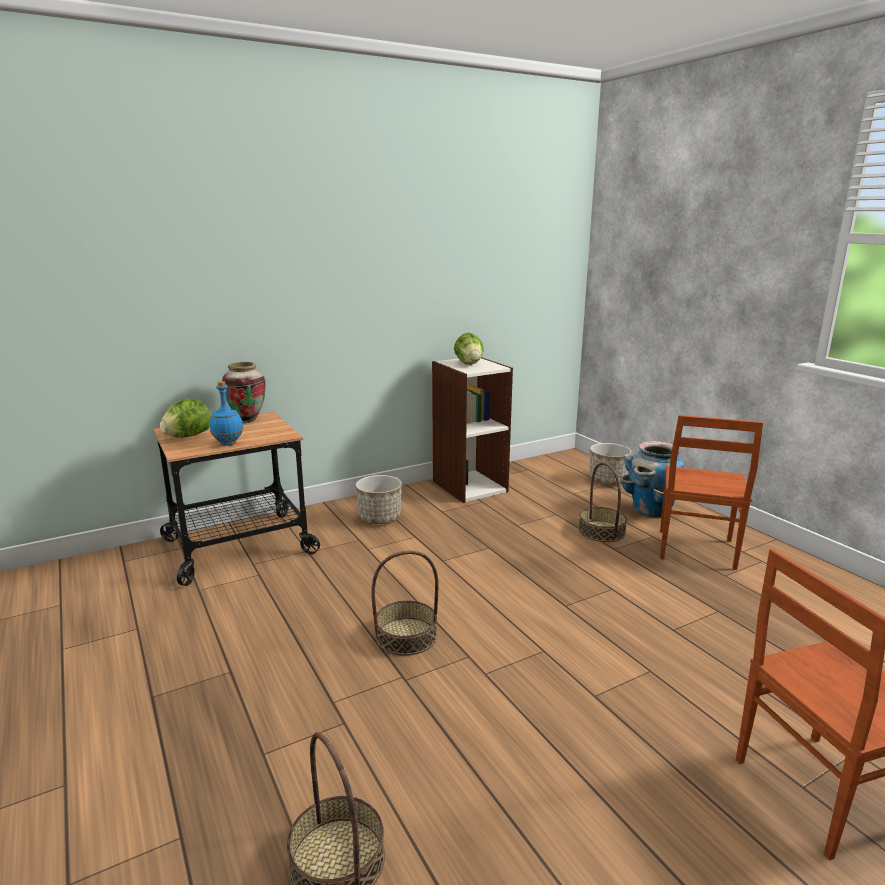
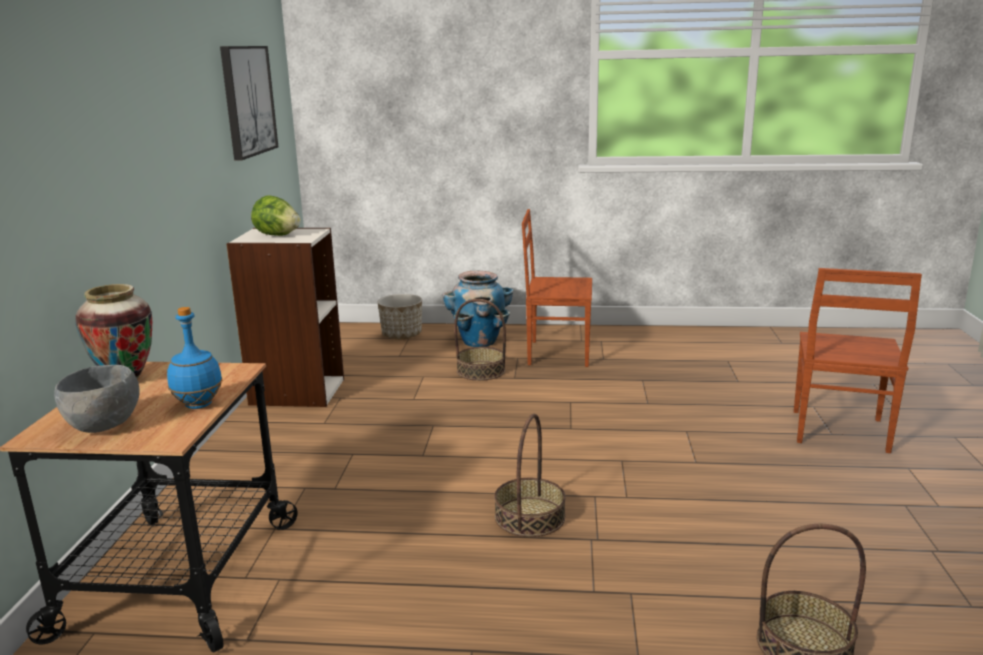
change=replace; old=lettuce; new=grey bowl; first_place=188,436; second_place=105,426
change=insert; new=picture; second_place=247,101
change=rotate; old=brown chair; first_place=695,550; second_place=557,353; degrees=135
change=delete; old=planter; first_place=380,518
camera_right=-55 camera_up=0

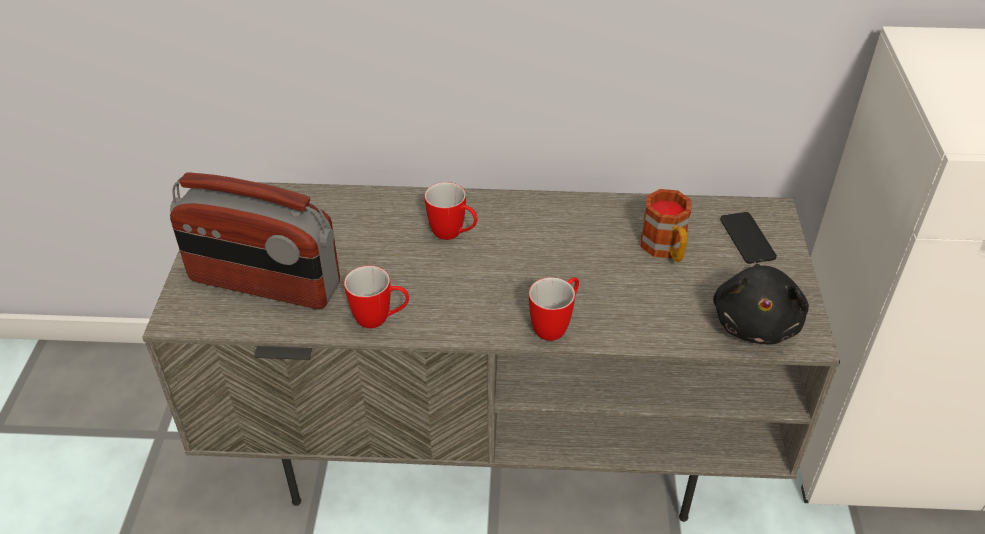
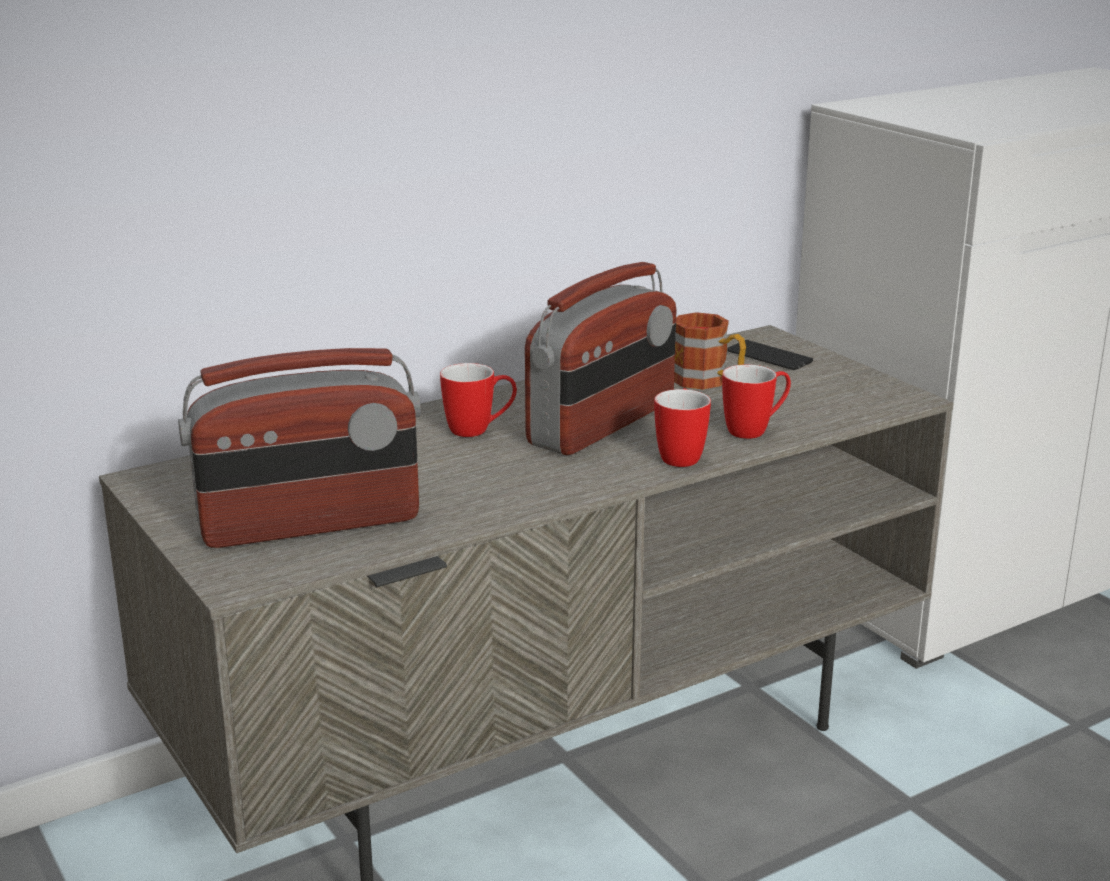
change=insert; new=radio; second_place=603,424
change=move; old=mug; first_place=380,319; second_place=755,430
change=delete; old=black plush toy; first_place=755,322
camera_right=-35 camera_up=-20

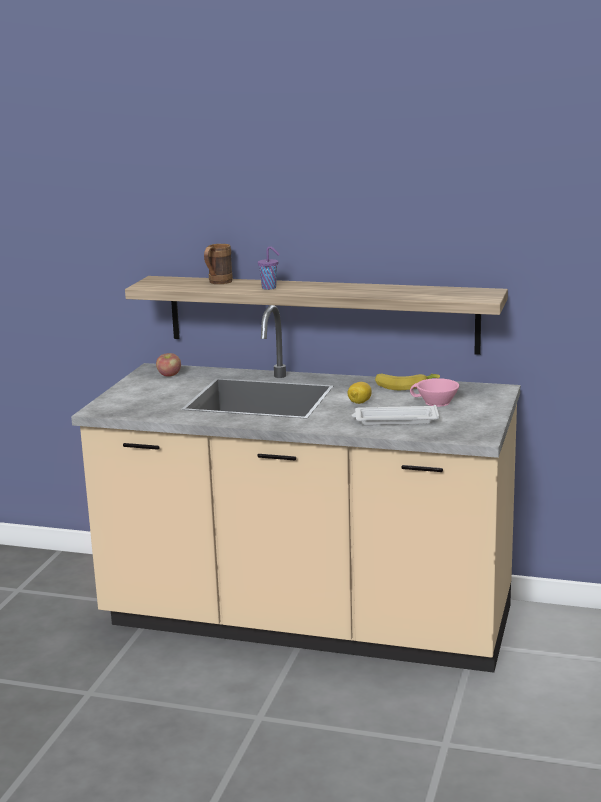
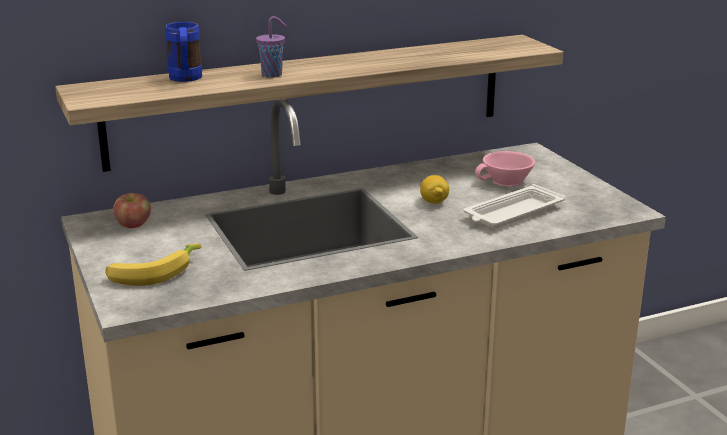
change=move; old=banana; first_place=405,386; second_place=153,273
change=recolor; old=brown mug; new=blue mug; first_place=217,283; second_place=185,79
camera_right=-40 camera_up=5

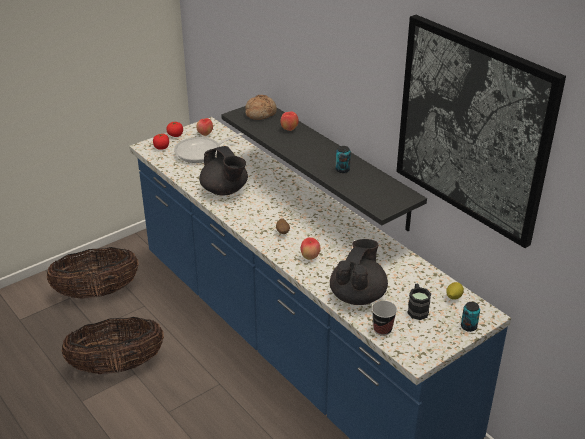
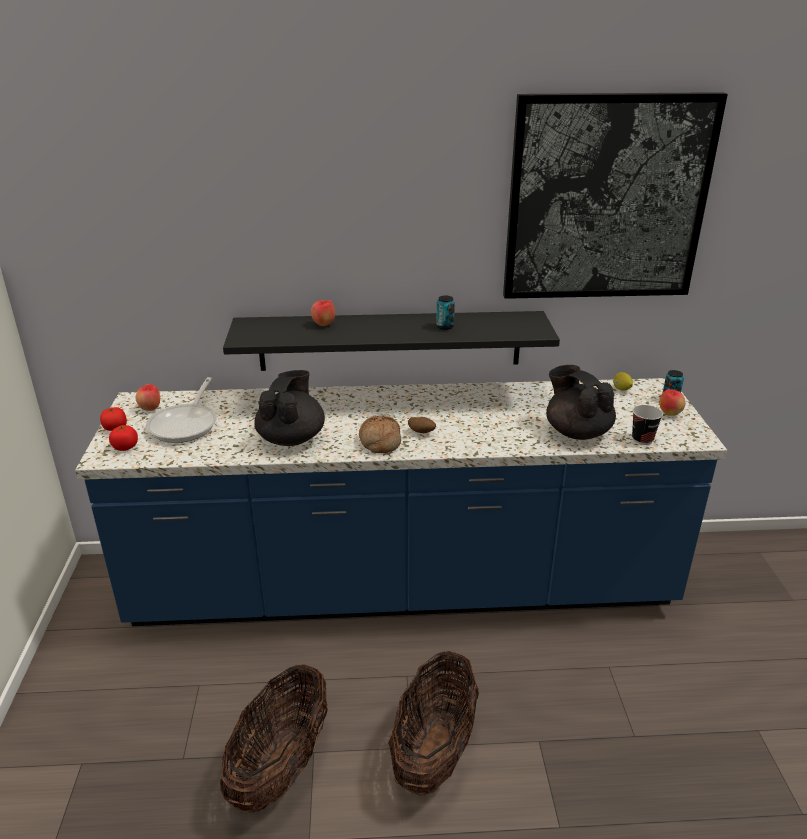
change=rotate; old=black teapot; first_place=225,191; second_place=291,438; degrees=-75
change=move; old=bread; first_place=260,113; second_place=379,442
change=move; old=basket; first_place=97,292; second_place=434,750
change=move; old=apple; first_place=310,257; second_place=669,414
change=delete; old=black mug; first_place=417,309
camera_right=-55 camera_up=-5

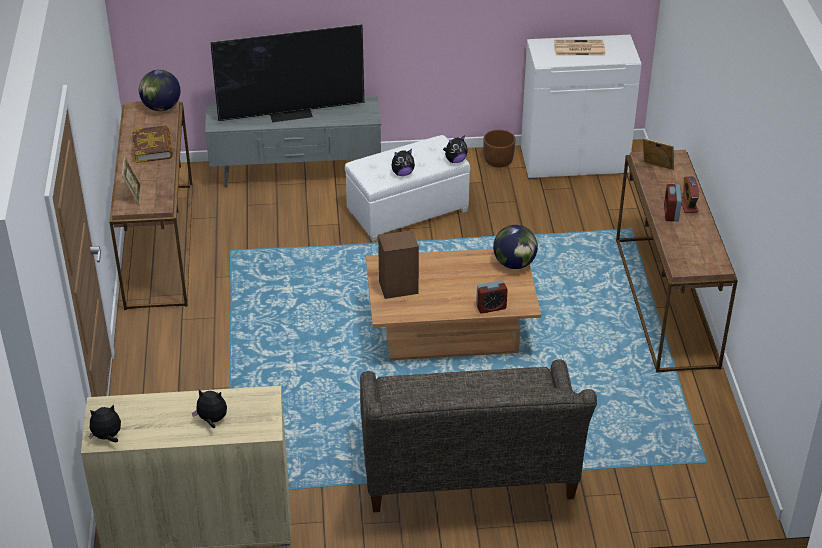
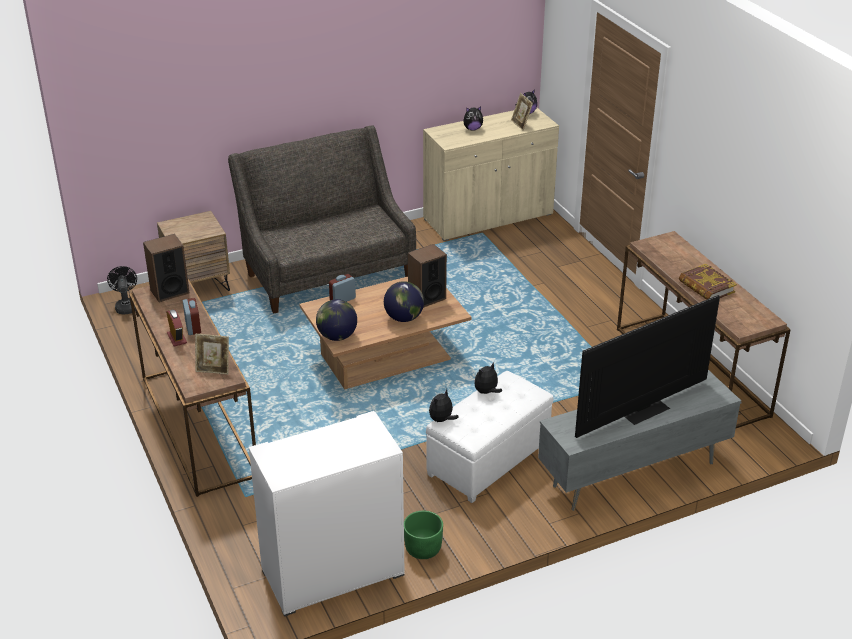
change=insert; new=black fan; second_place=126,306
change=insert; new=speaker; second_place=169,291
change=insert; new=brown nightstand; second_place=198,285
change=move; old=globe; first_place=161,107; second_place=404,318
change=recolor; old=brown planter; new=green planter; first_place=498,161; second_place=423,549
change=move; old=picture frame; first_place=133,195; second_place=521,124
change=delete; old=newspaper; first_place=578,48
camera_right=160 camera_up=-5

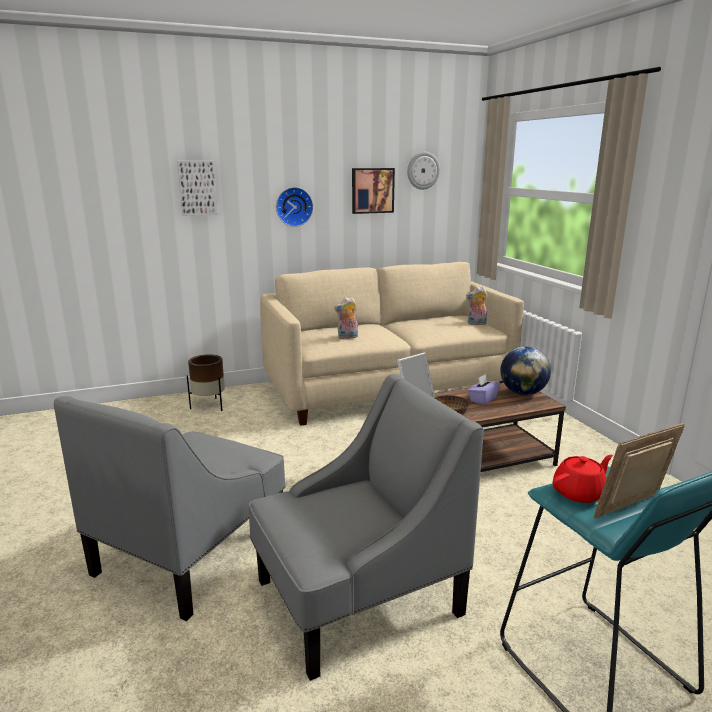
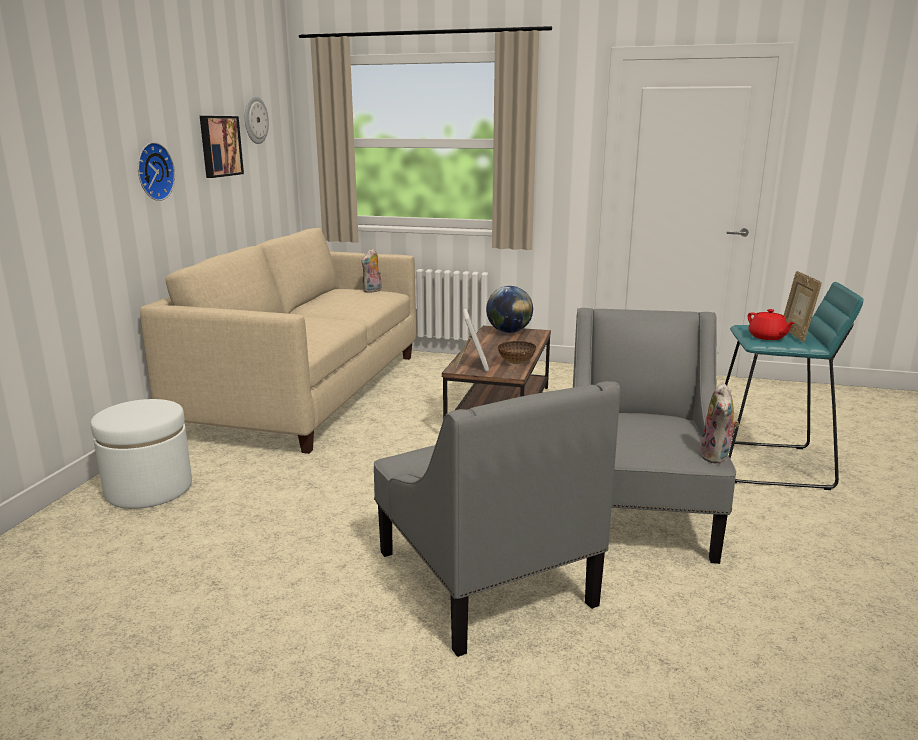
change=replace; old=brown planter; new=white ottoman; first_place=209,405; second_place=149,489
change=move; old=plush toy; first_place=347,337; second_place=716,456
change=rotate; old=red teapot; first_place=580,493; second_place=767,337; degrees=150
change=delete; old=picture; first_place=197,188
change=delete; old=purple tissue box; first_place=482,399
camera_right=-55 camera_up=0

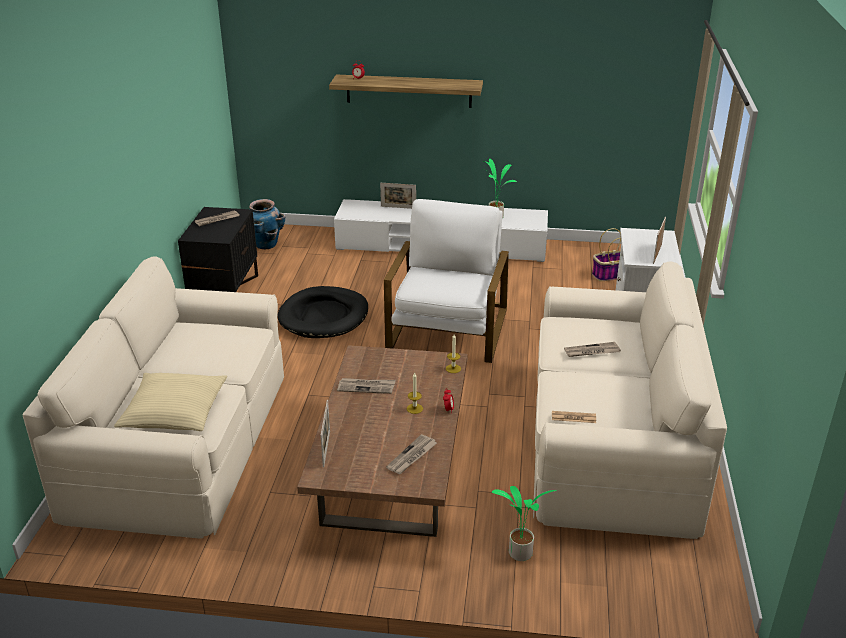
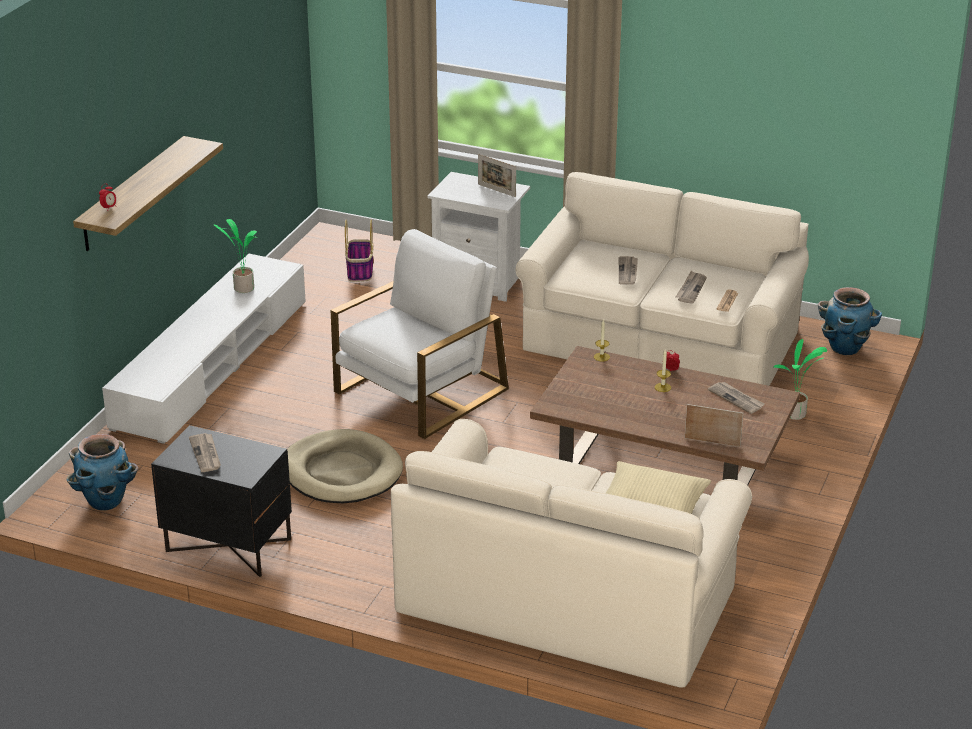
change=recolor; old=black dog bed; new=beige dog bed; first_place=324,316; second_place=341,472
change=rotate; old=white armchair; first_place=448,330; second_place=420,391; degrees=105
change=move; old=newspaper; first_place=366,387; second_place=690,289
change=insert; new=planter; second_place=845,348
change=delete; old=picture frame; first_place=398,207
camera_right=-75 camera_up=0

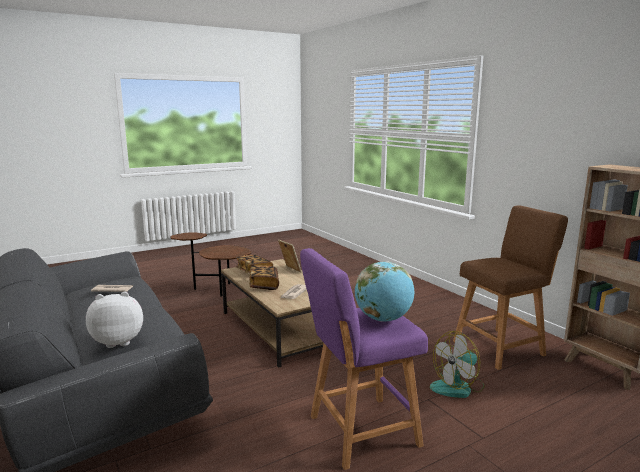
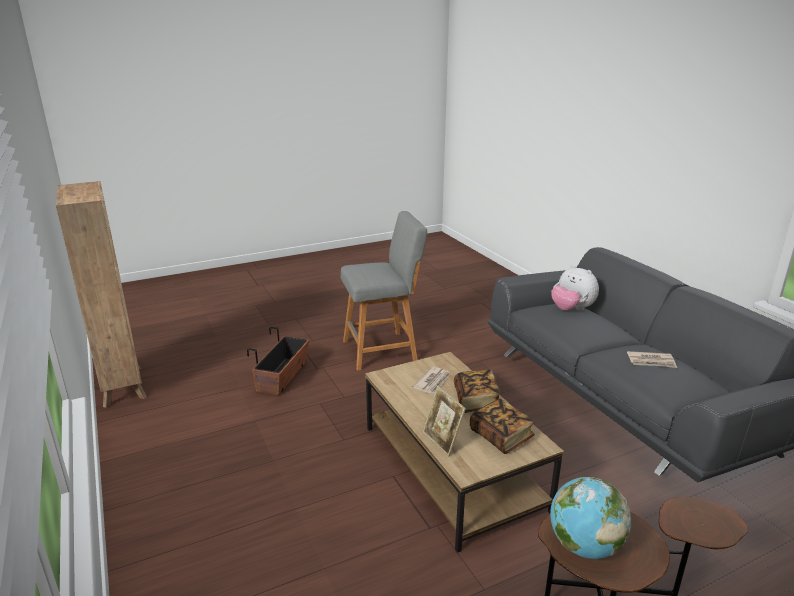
change=replace; old=fan; new=planter; first_place=458,387; second_place=282,377
change=recolor; old=purple stool; new=grey stool; first_place=358,432; second_place=383,350
change=move; old=globe; first_place=383,319; second_place=584,546
change=rotate; old=plush toy; first_place=118,341; second_place=571,309; degrees=60
change=delete; old=brown stool; first_place=501,347
camera_right=-175 camera_up=10

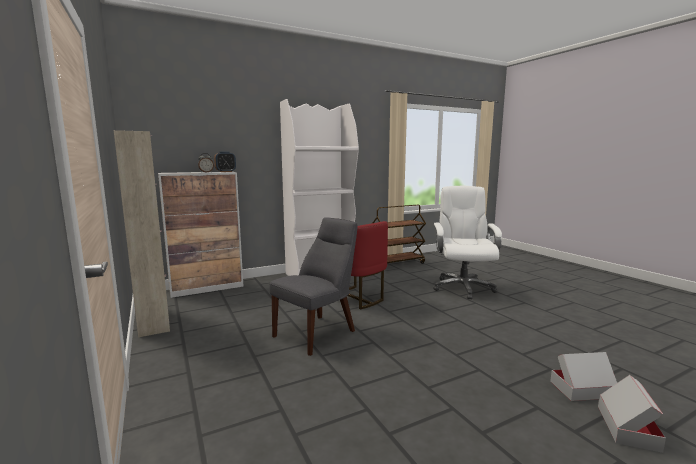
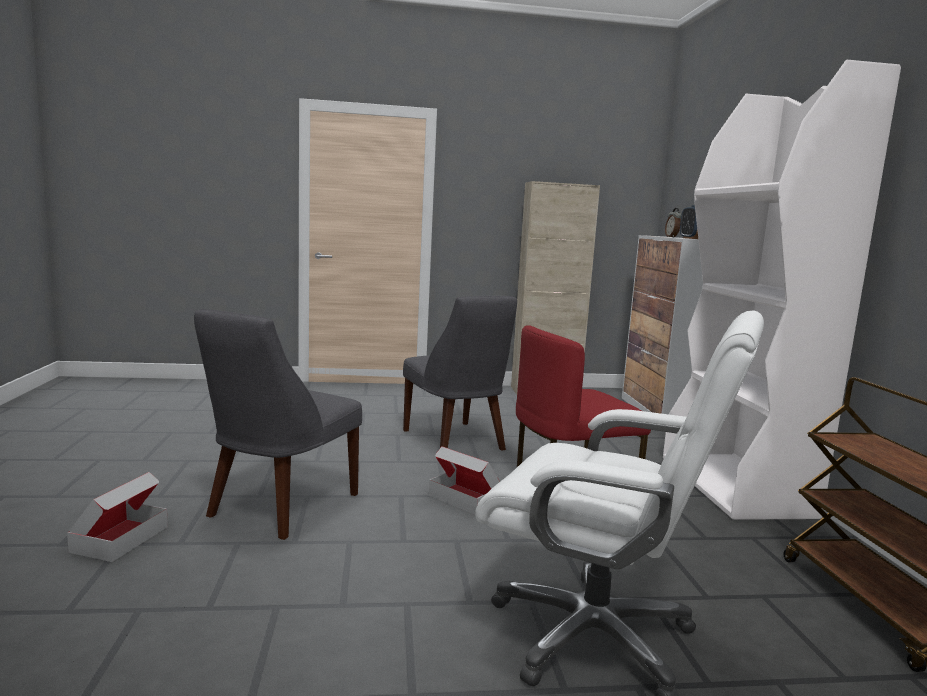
change=insert; new=grey chair; second_place=279,507
change=move; old=cardboard box; first_place=627,427; second_place=465,498
camera_right=110 camera_up=0

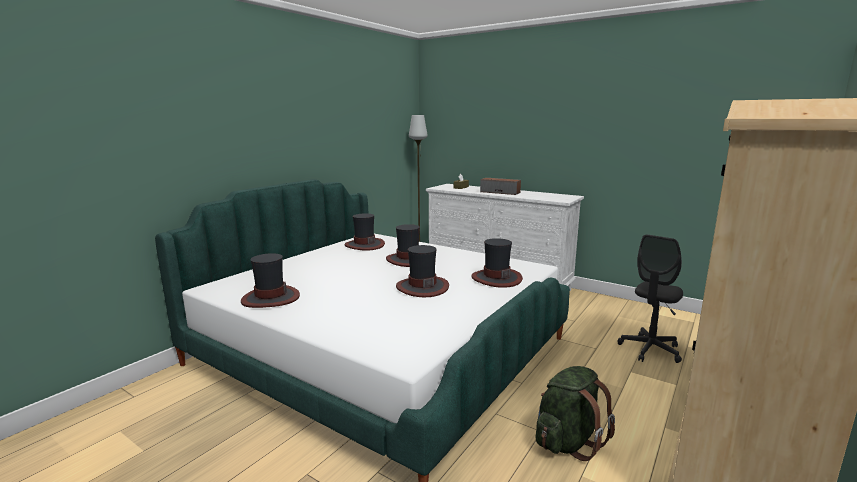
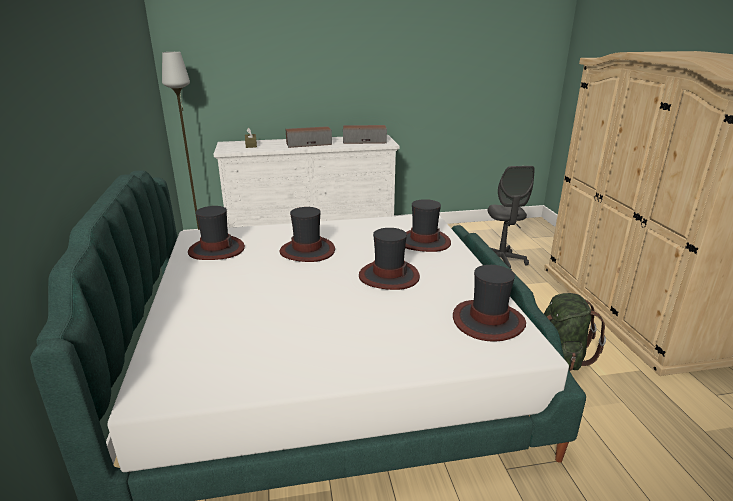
change=insert; new=speaker; second_place=364,141
change=move; old=hat; first_place=270,298; second_place=488,321
camera_right=-45 camera_up=10

